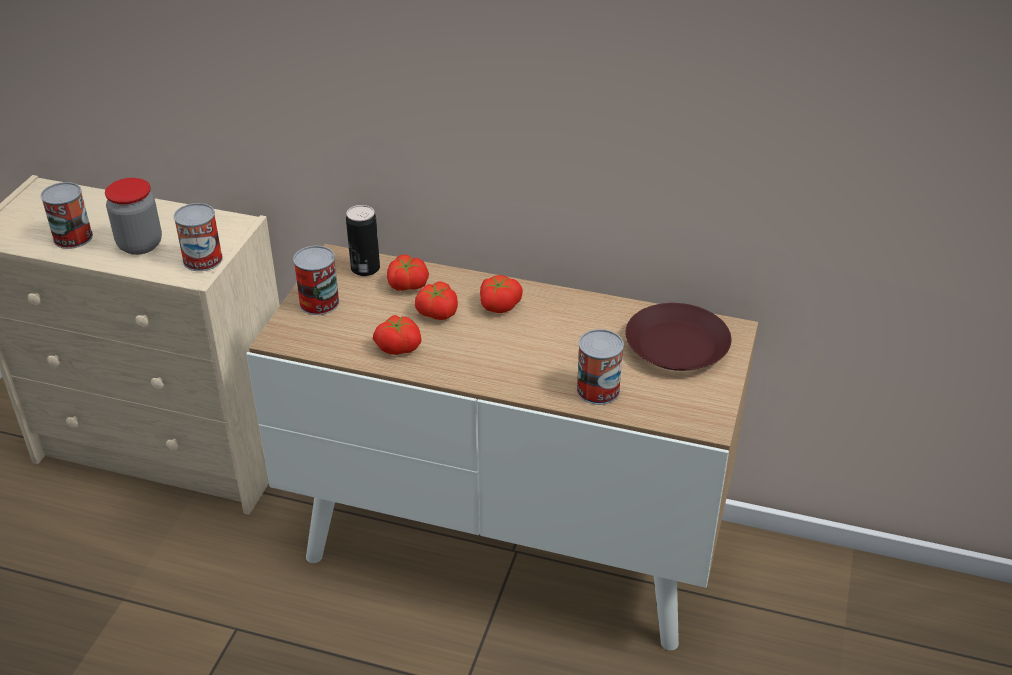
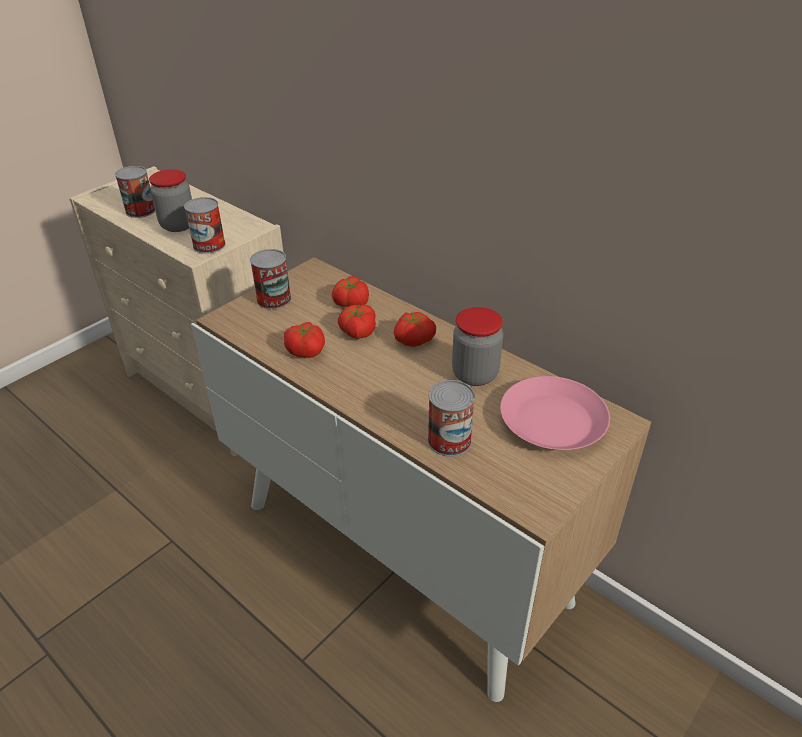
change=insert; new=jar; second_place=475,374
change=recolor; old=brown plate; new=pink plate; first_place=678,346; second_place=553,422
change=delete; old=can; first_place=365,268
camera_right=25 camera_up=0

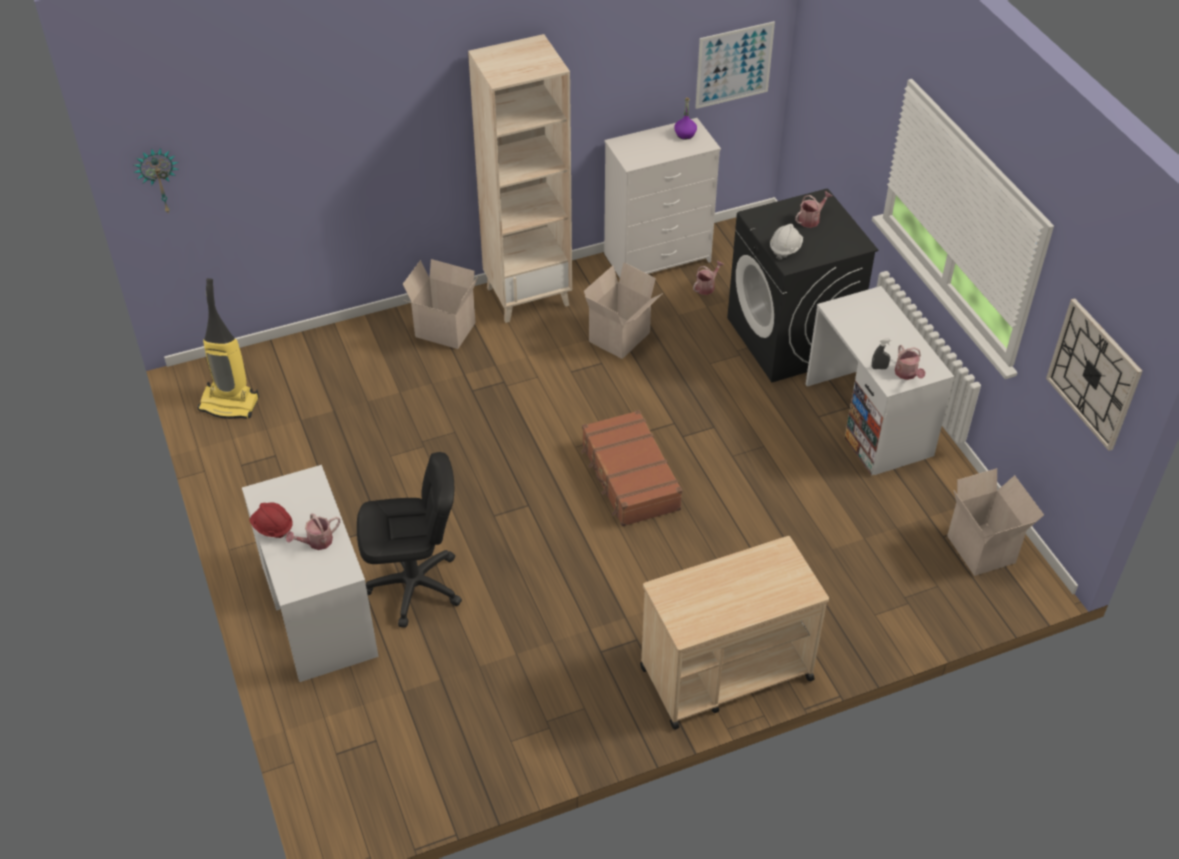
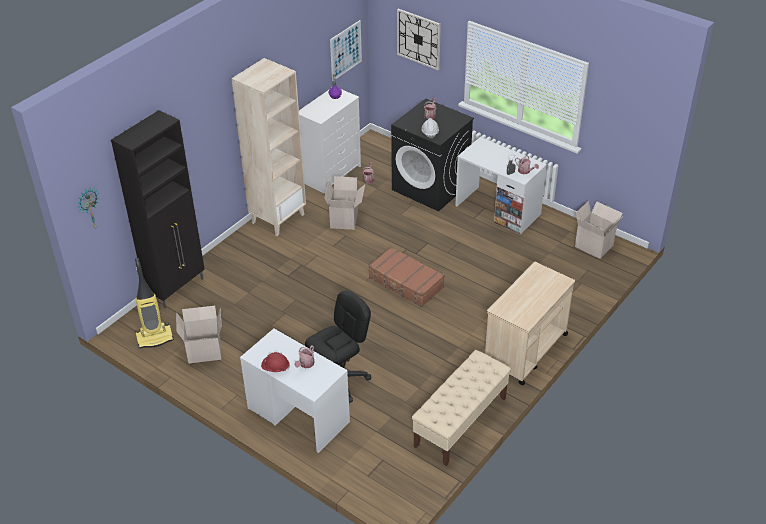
change=insert; new=black cabinet; second_place=177,288
change=move; old=cardboard box; first_place=443,331; second_place=204,352
change=move; old=wall clock; first_place=1094,374; second_place=418,39
change=insert; new=beige bench; second_place=460,422
camera_right=-30 camera_up=-5

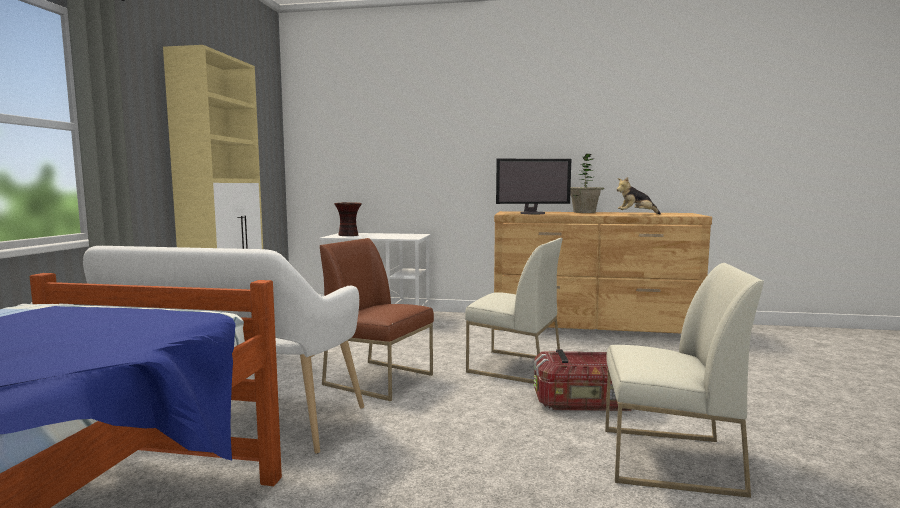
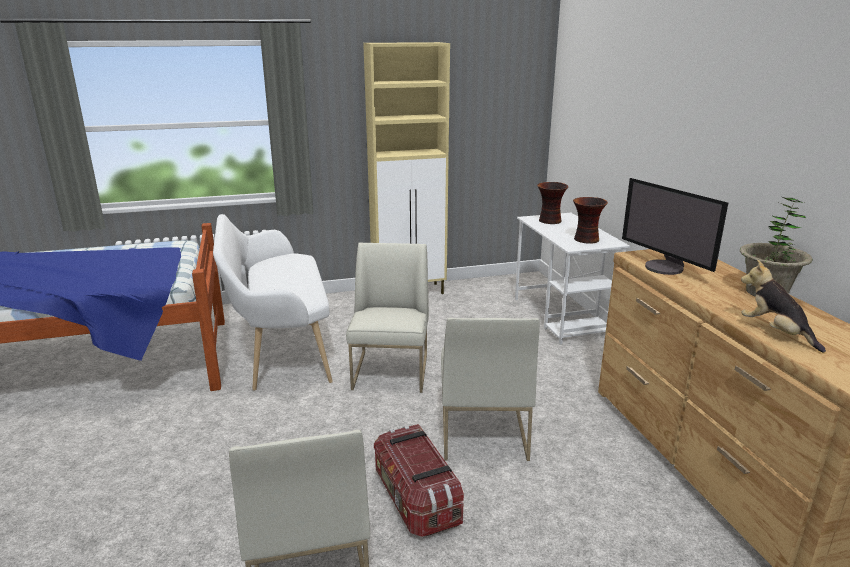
change=recolor; old=brown chair; new=white chair; first_place=380,379; second_place=391,372
change=insert; new=vase; second_place=586,240
camera_right=65 camera_up=15

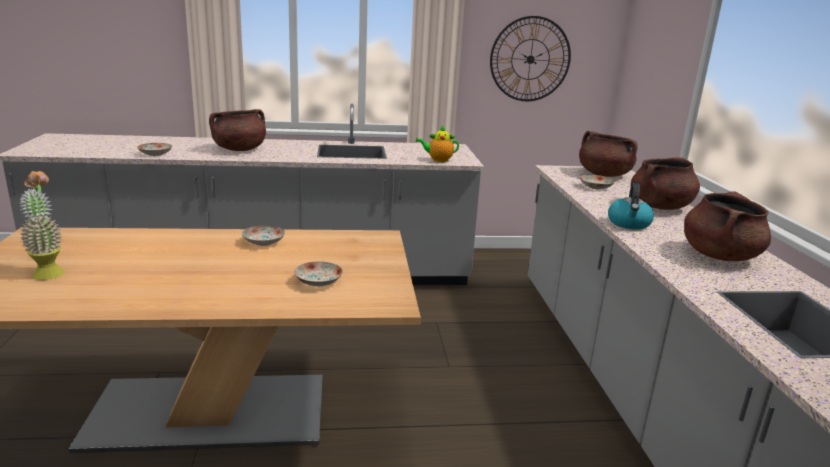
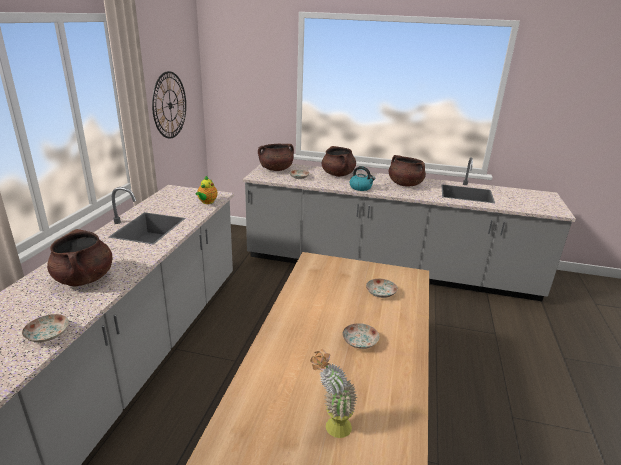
change=move; old=plate; first_place=264,242; second_place=359,342
camera_right=-70 camera_up=5

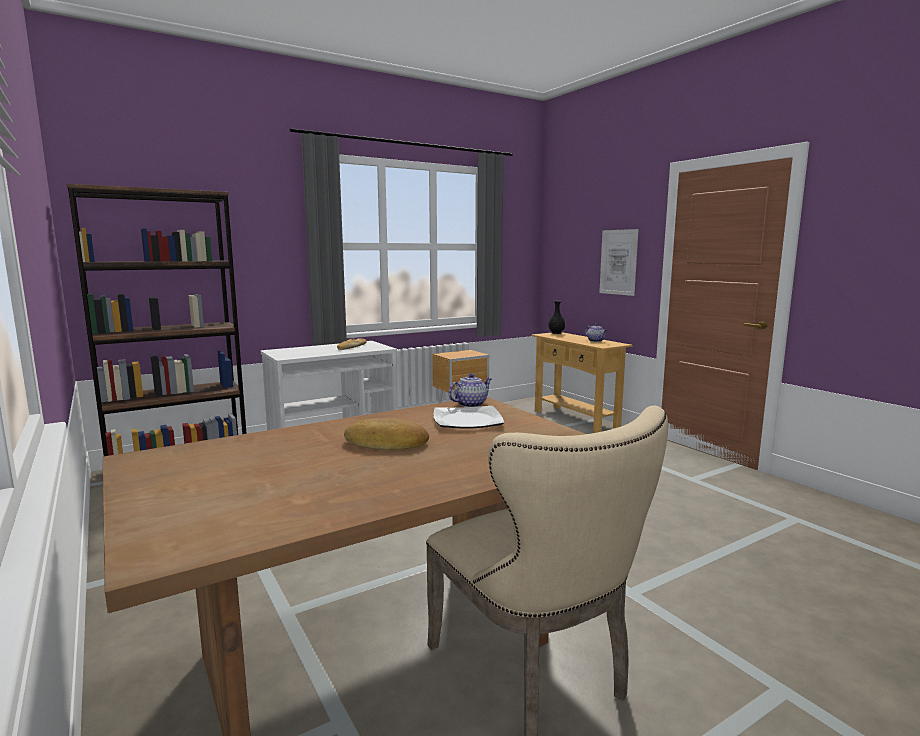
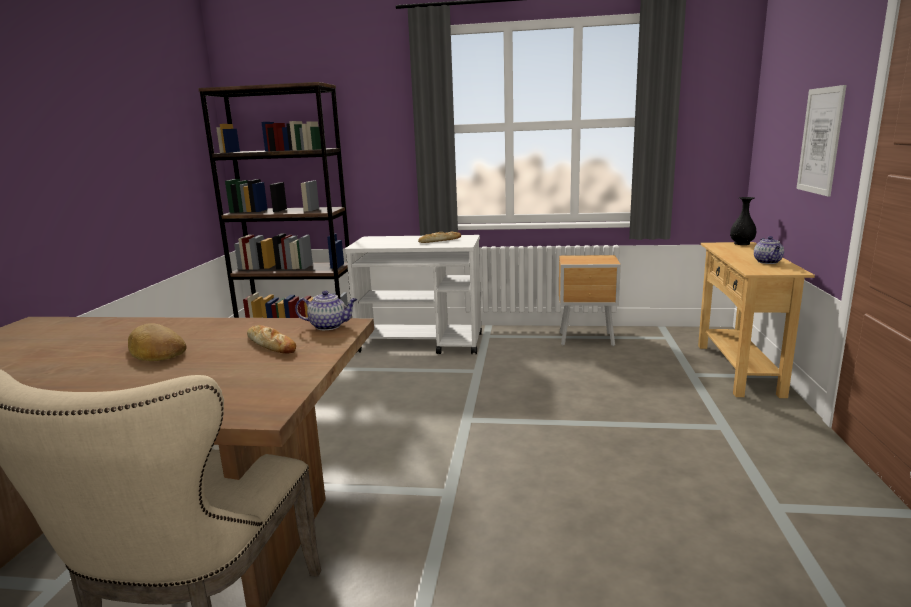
change=replace; old=plate; new=bread; first_place=468,421; second_place=271,344
camera_right=40 camera_up=5

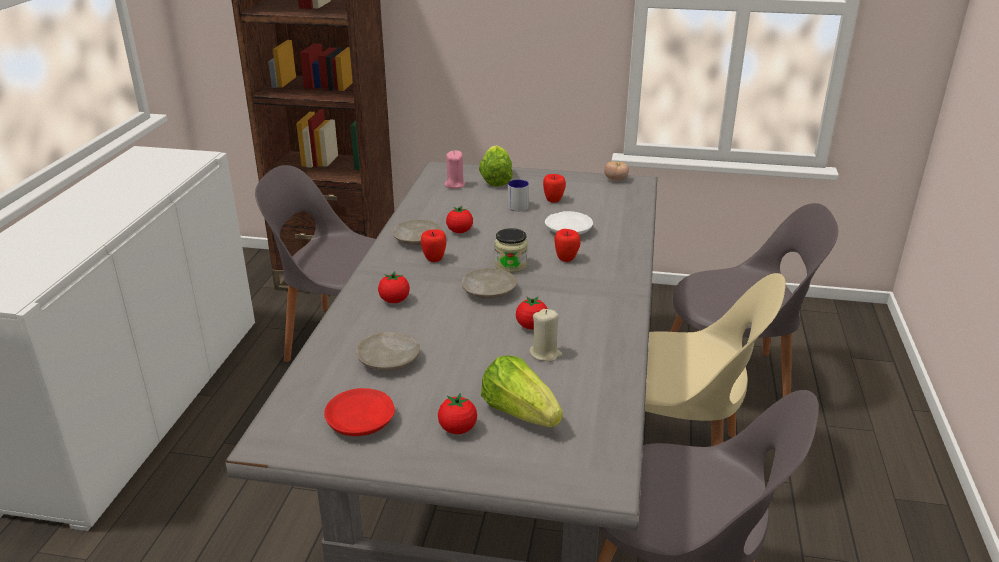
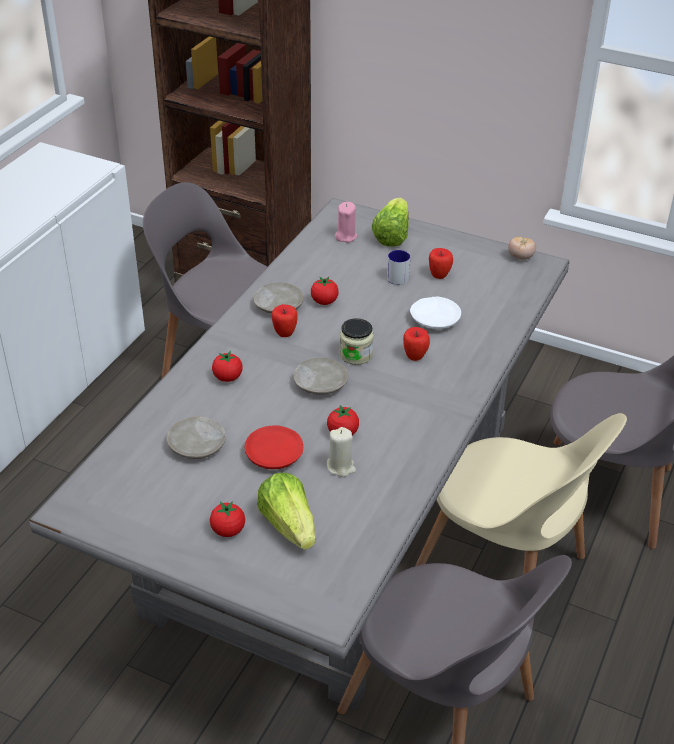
change=move; old=red plate; first_place=361,422; second_place=274,455
camera_right=15 camera_up=10

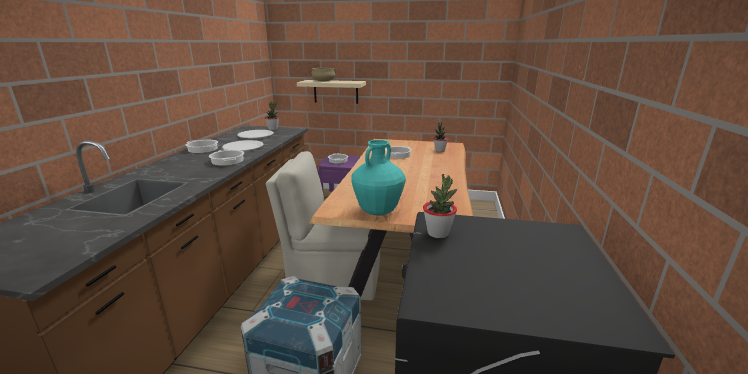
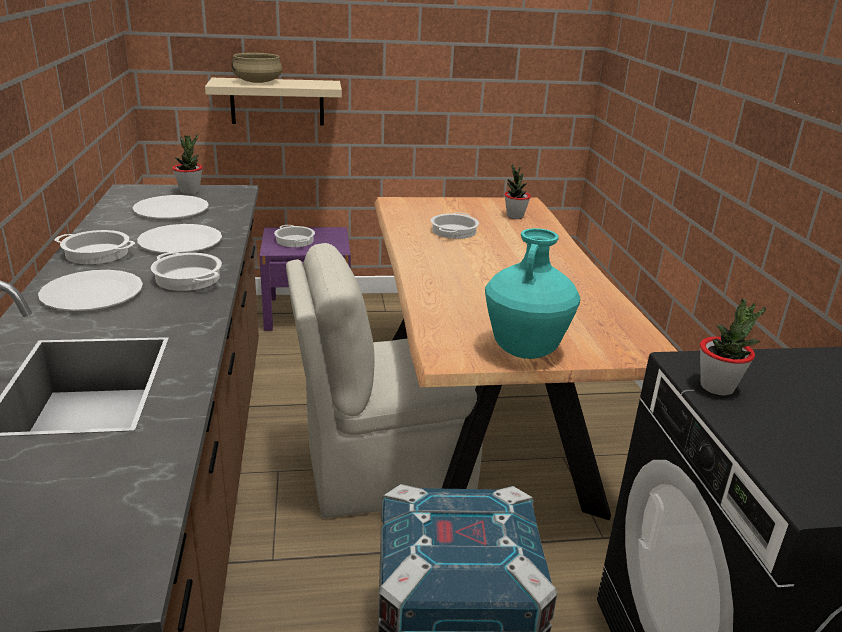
change=insert; new=white plate; second_place=92,293
camera_right=-20 camera_up=5

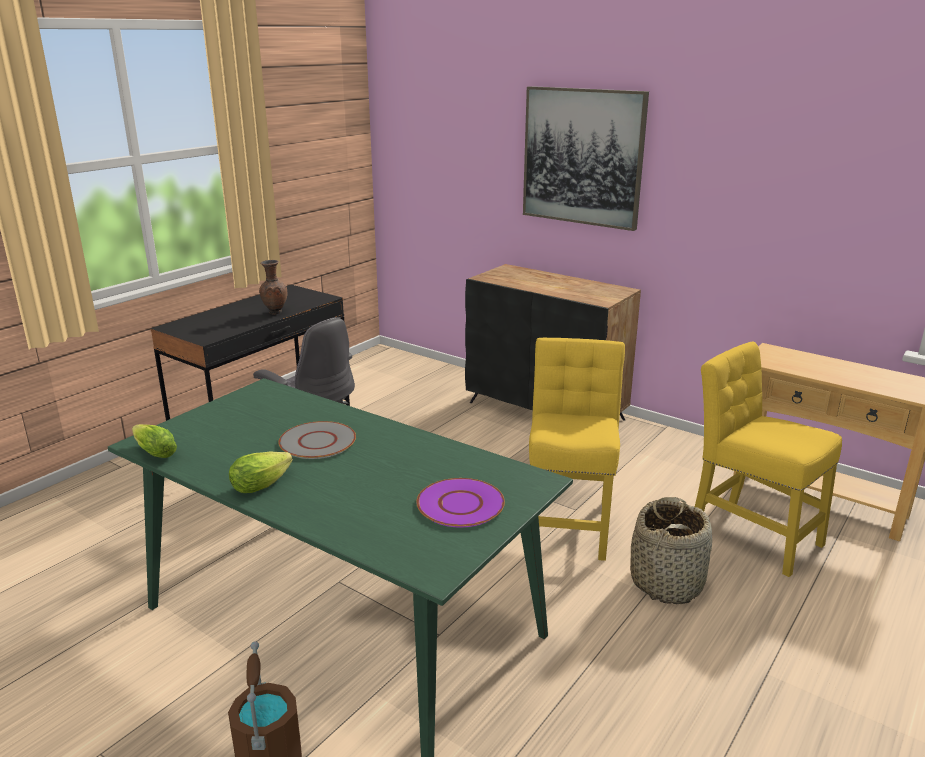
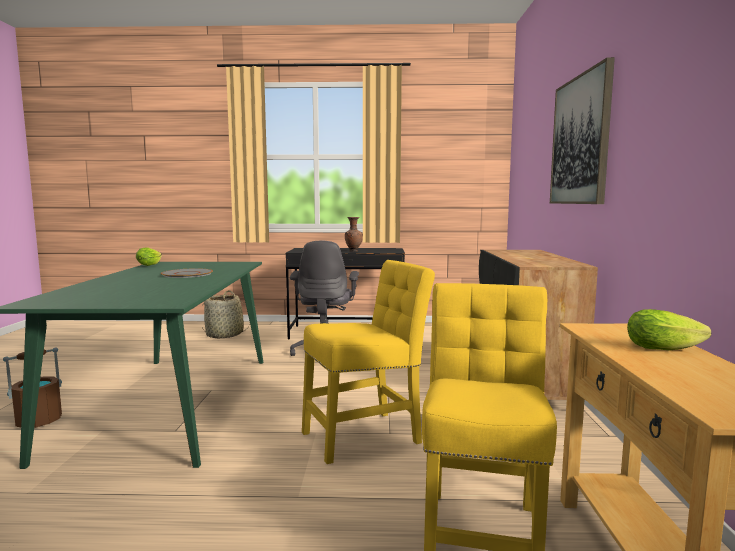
change=move; old=basket; first_place=667,582; second_place=225,334
change=move; old=lettuce; first_place=264,483; second_place=667,348
change=delete; old=purple plate; first_place=461,504
camera_right=55 camera_up=-15

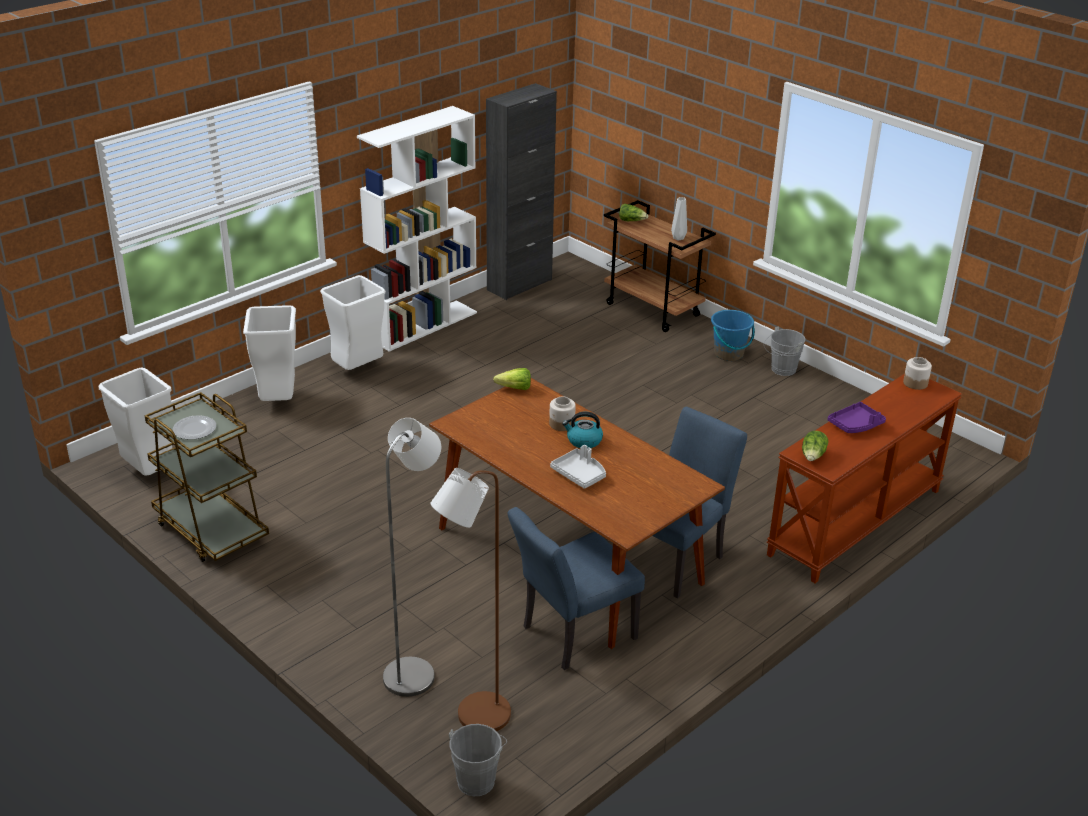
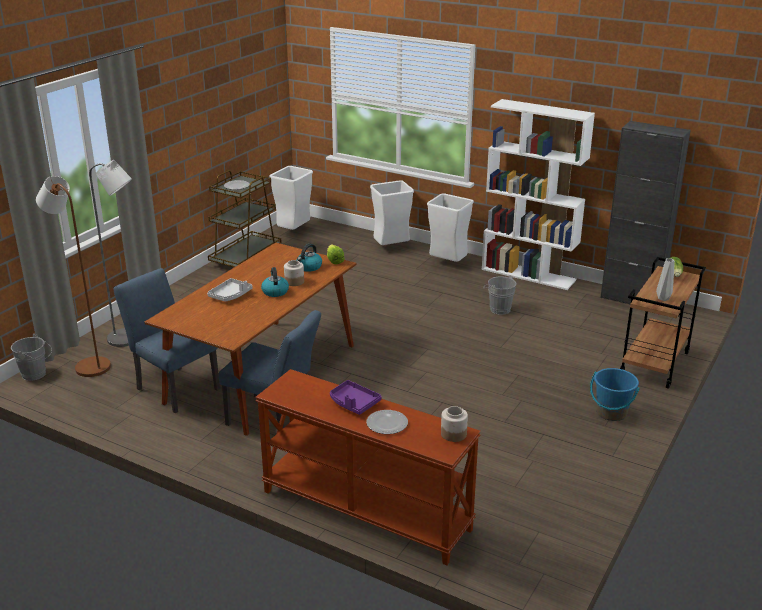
change=insert; new=kettle; second_place=309,267
change=insert; new=plate; second_place=387,424
change=move; old=grey bucket; first_place=781,370; second_place=498,309
change=delete; old=lettuce; first_place=813,456
camera_right=75 camera_up=-5

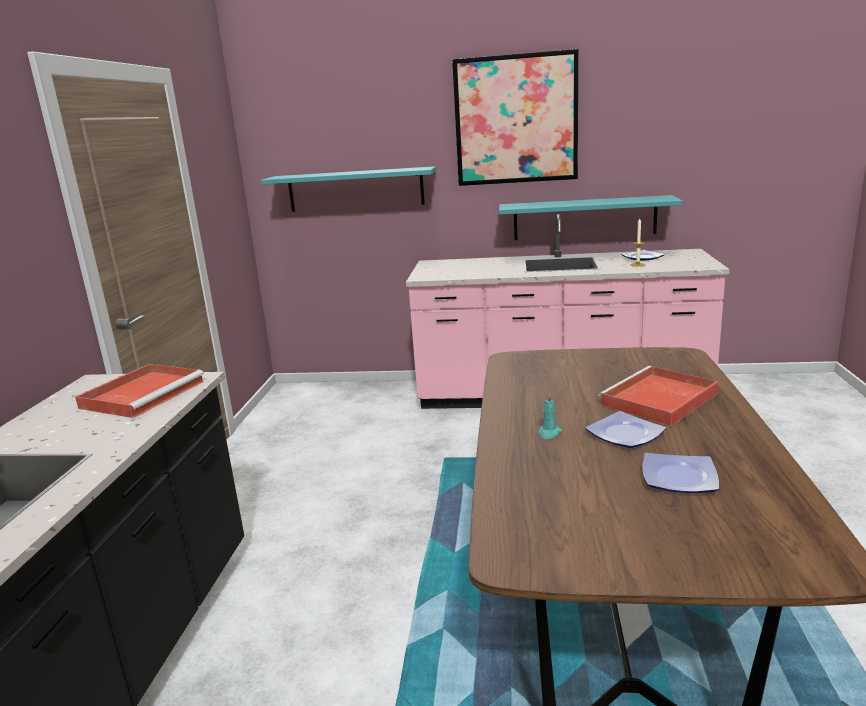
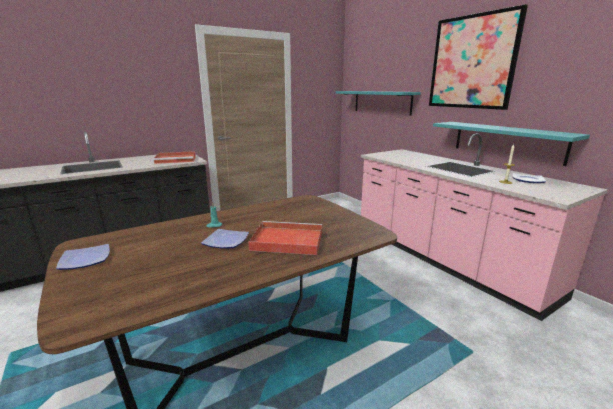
change=move; old=plate; first_place=677,477; second_place=86,259
camera_right=50 camera_up=0

